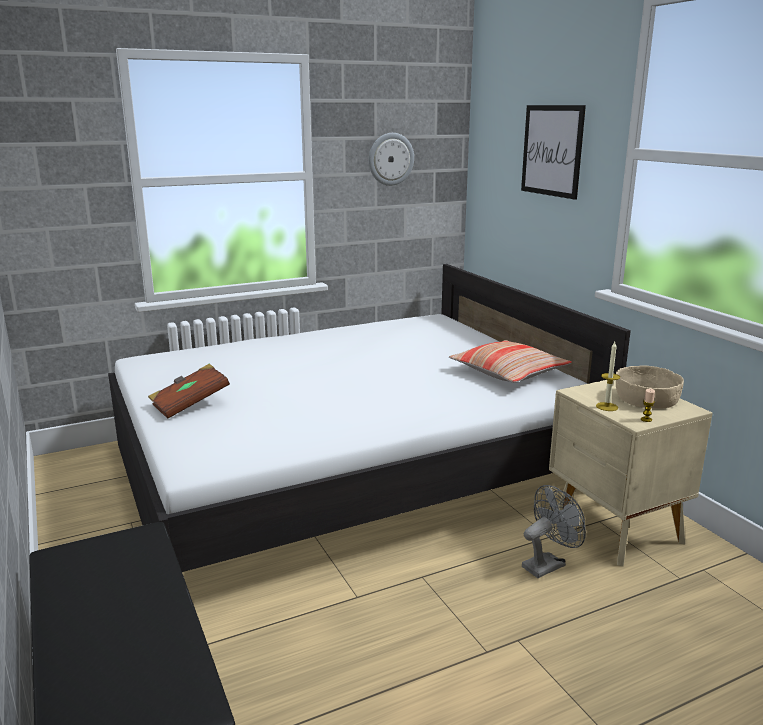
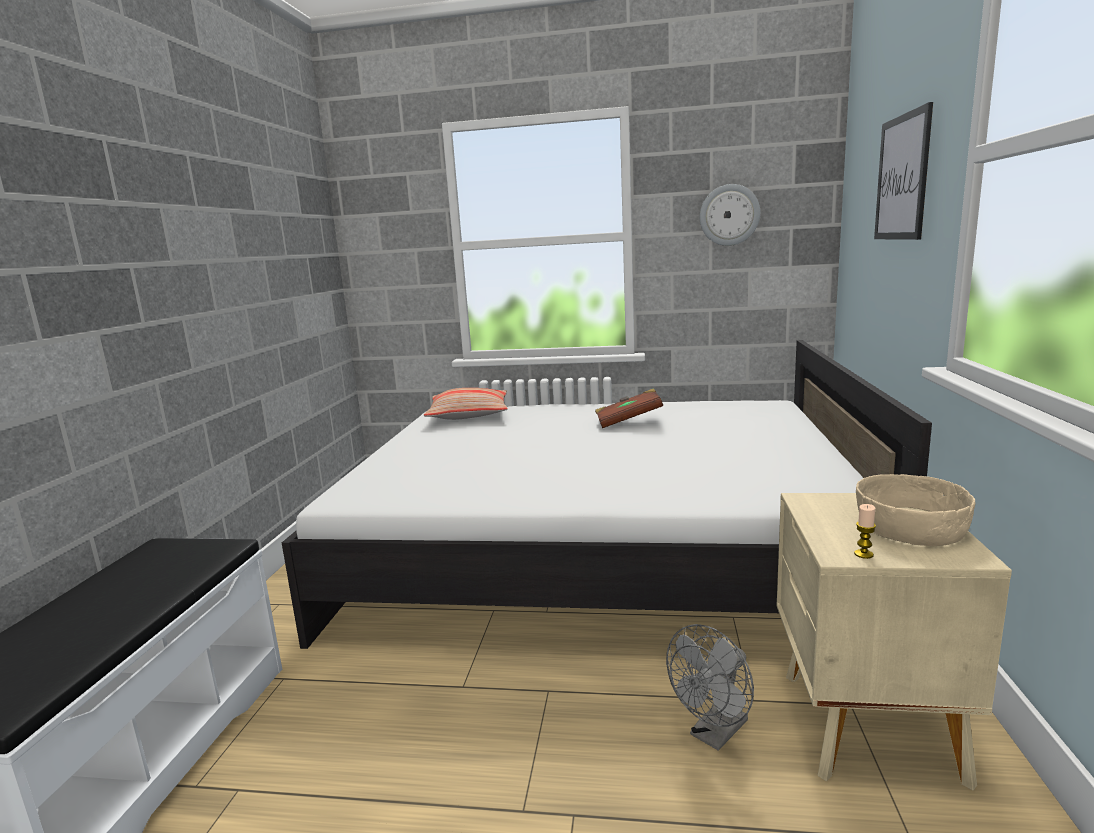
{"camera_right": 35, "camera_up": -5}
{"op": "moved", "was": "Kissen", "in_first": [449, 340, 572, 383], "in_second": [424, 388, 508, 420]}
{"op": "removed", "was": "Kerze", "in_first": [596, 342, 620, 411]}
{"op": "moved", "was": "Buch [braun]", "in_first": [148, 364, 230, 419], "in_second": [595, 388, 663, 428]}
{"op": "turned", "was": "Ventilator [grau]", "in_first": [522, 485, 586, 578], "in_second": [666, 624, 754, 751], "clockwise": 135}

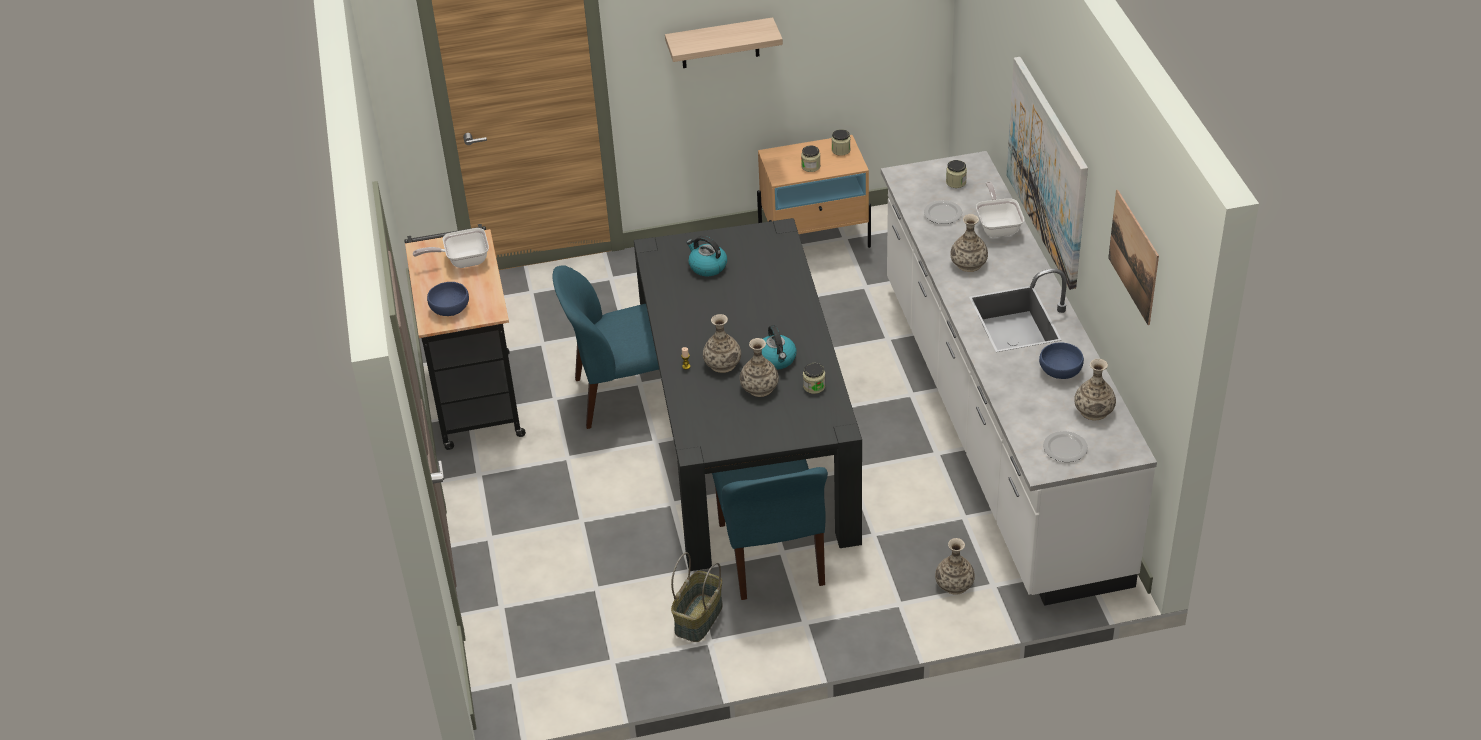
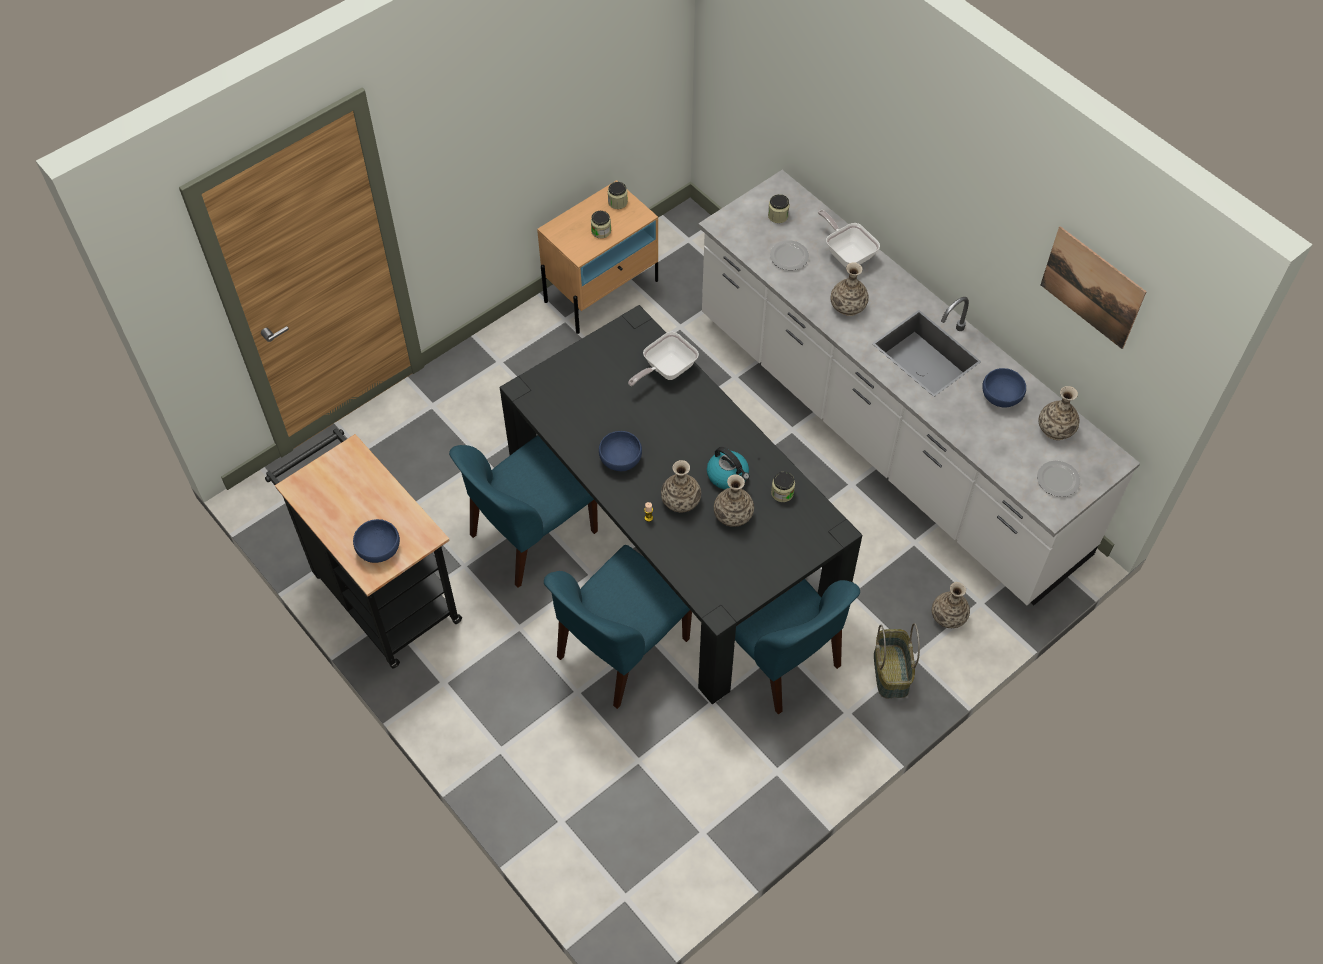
{"camera_right": -30, "camera_up": 15}
{"op": "removed", "was": "Wandregal", "in_first": [665, 17, 783, 68]}
{"op": "removed", "was": "Bild", "in_first": [1006, 57, 1088, 290]}
{"op": "moved", "was": "Pfanne", "in_first": [413, 228, 489, 268], "in_second": [628, 332, 699, 386]}
{"op": "removed", "was": "Wasserkessel", "in_first": [686, 236, 727, 276]}
{"op": "moved", "was": "Korb", "in_first": [671, 552, 723, 642], "in_second": [874, 623, 920, 698]}
{"op": "added", "now": "Schüssel [blau]", "in_second": [599, 431, 642, 471]}
{"op": "added", "now": "Stuhl [blau]", "in_second": [544, 545, 692, 709]}

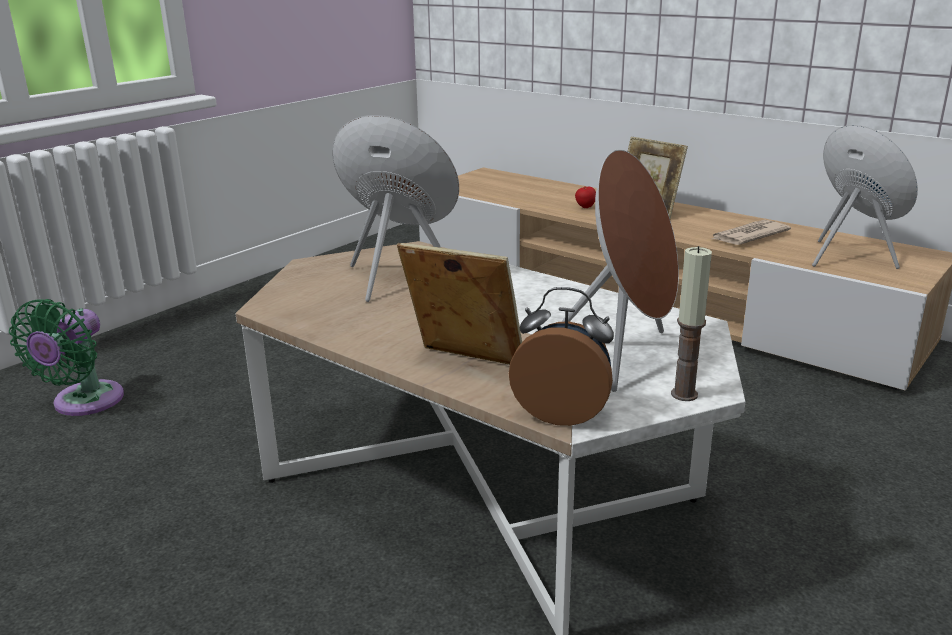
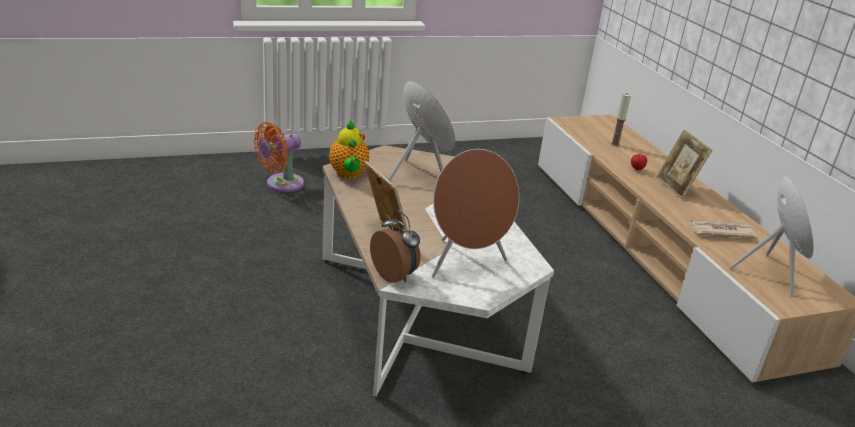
{"camera_right": 30, "camera_up": 5}
{"op": "moved", "was": "Kerze", "in_first": [671, 246, 712, 401], "in_second": [611, 93, 631, 146]}
{"op": "recoloured", "was": "Ventilator [grün]", "now": "Ventilator [orange]", "in_first": [9, 299, 124, 416], "in_second": [254, 122, 304, 192]}
{"op": "added", "now": "Teekanne", "in_second": [329, 121, 369, 179]}

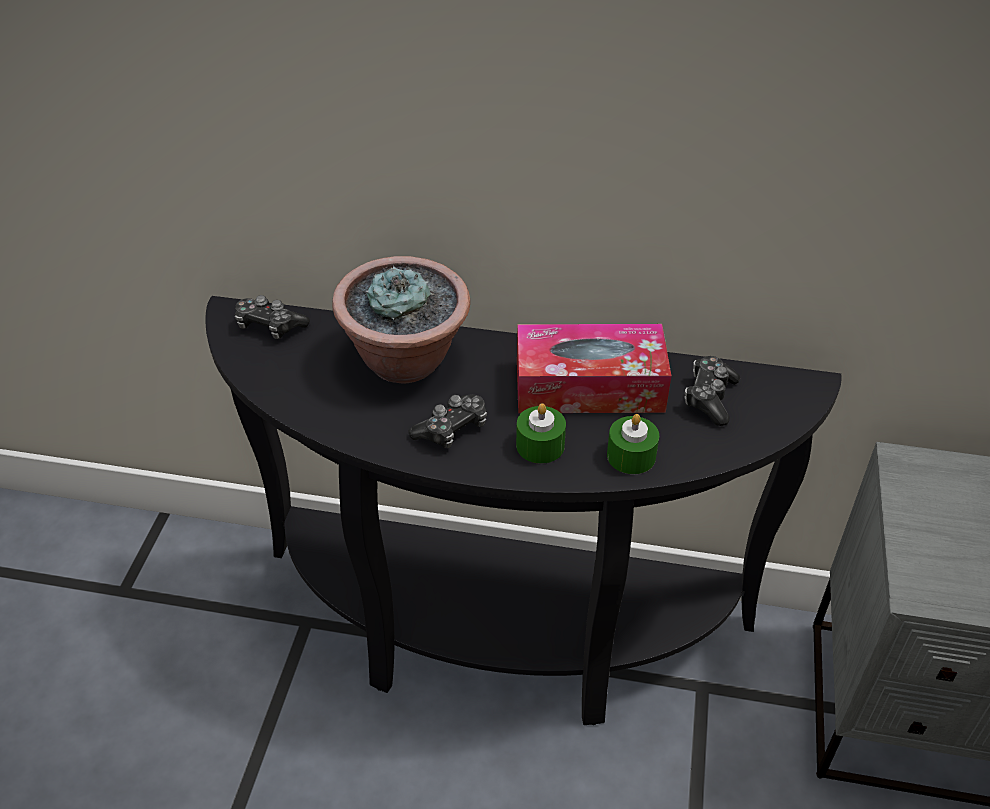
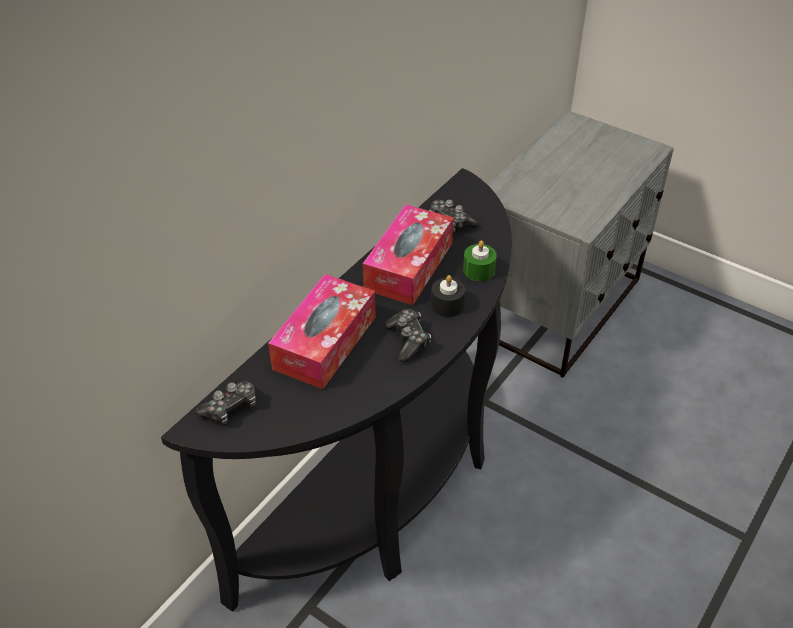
{"camera_right": -65, "camera_up": 0}
{"op": "replaced", "was": "Topfpflanze", "now": "Taschentuchbox", "in_first": [332, 256, 470, 383], "in_second": [268, 274, 376, 389]}
{"op": "recoloured", "was": "Kerze [grün]", "now": "Kerze [schwarz]", "in_first": [516, 403, 566, 464], "in_second": [431, 275, 465, 317]}

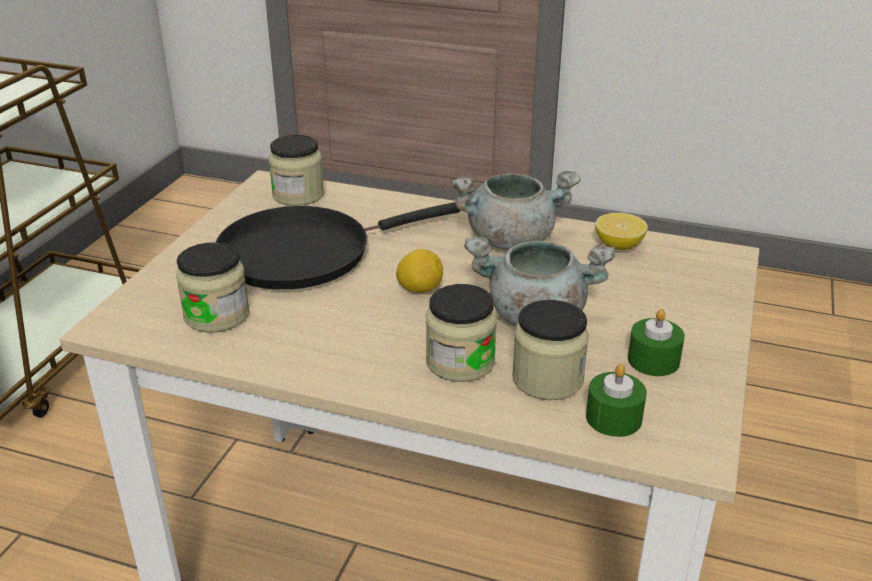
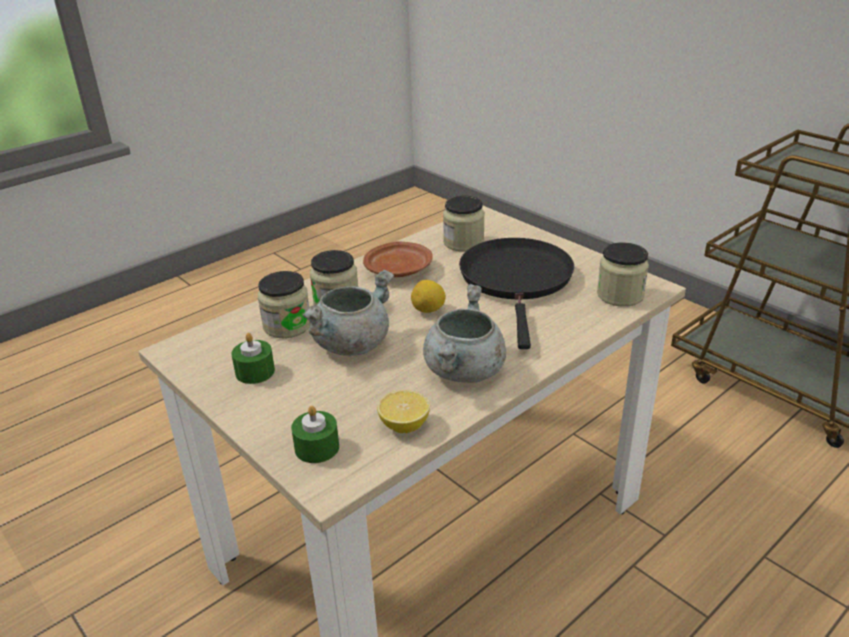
{"camera_right": 120, "camera_up": 0}
{"op": "moved", "was": "Kerze [grün]", "in_first": [586, 364, 647, 437], "in_second": [291, 406, 339, 463]}
{"op": "added", "now": "Teller [braun]", "in_second": [363, 242, 433, 277]}

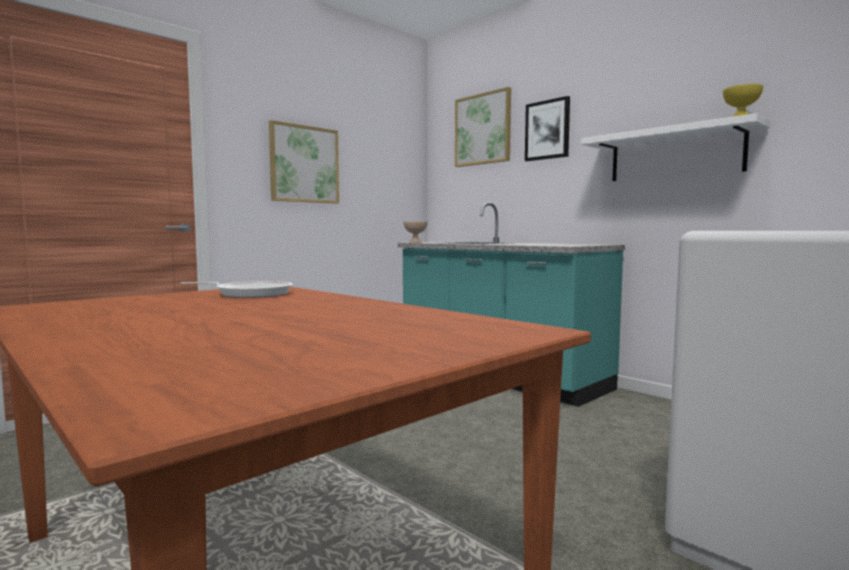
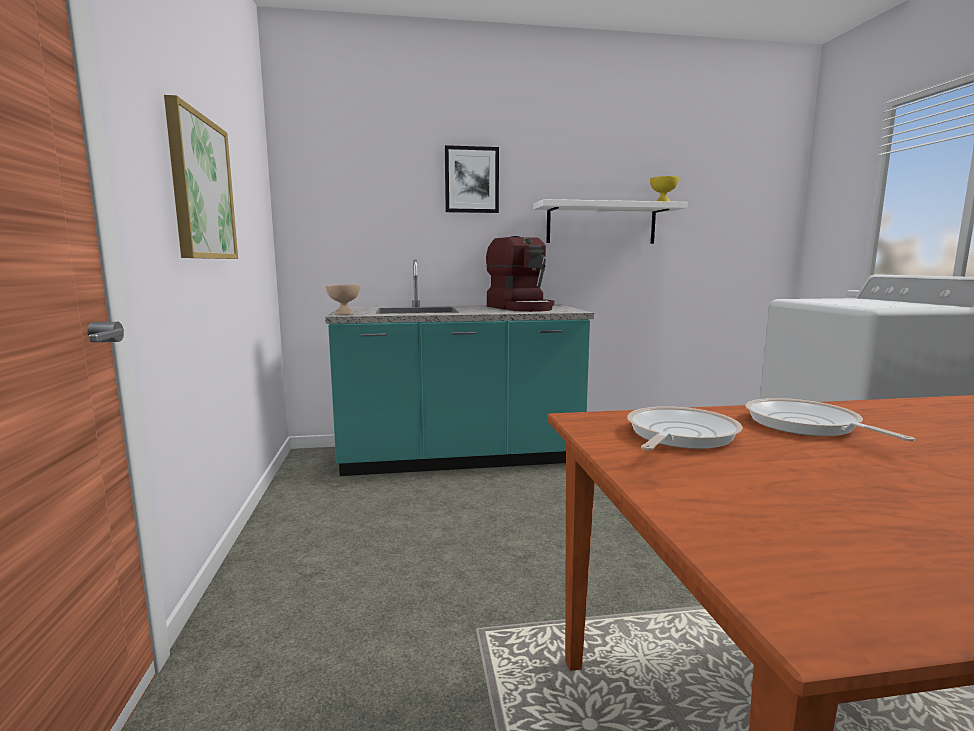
{"camera_right": -55, "camera_up": 5}
{"op": "removed", "was": "Bild", "in_first": [455, 87, 511, 167]}
{"op": "added", "now": "Kaffeemaschine", "in_second": [486, 236, 554, 312]}
{"op": "added", "now": "Pfanne", "in_second": [746, 398, 915, 441]}

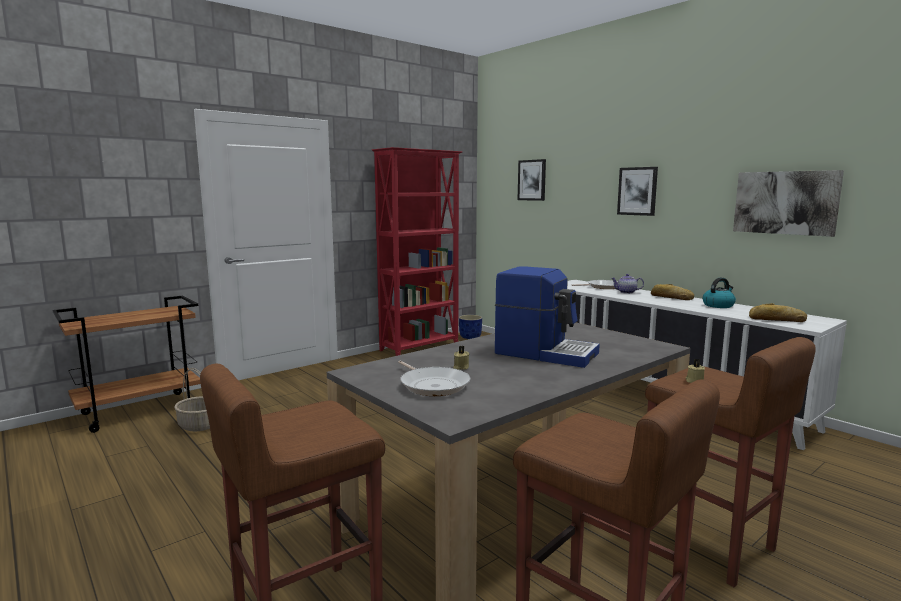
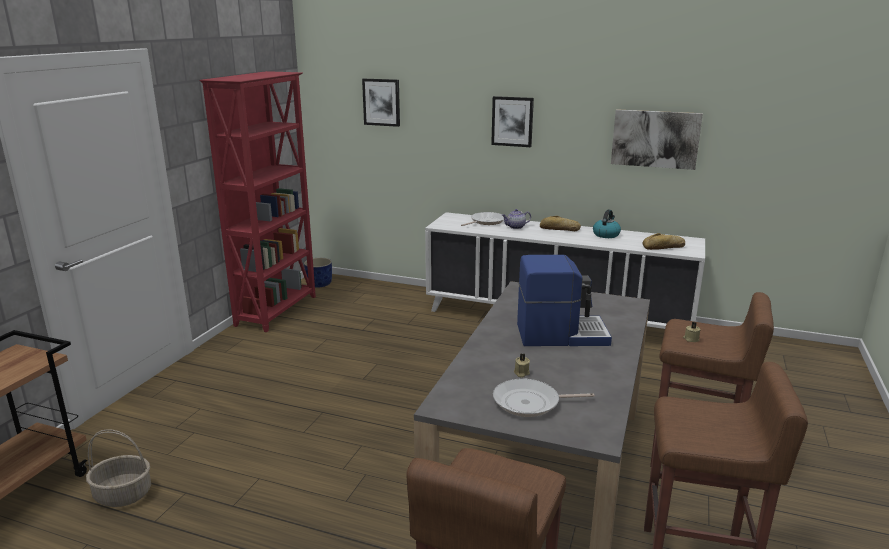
{"camera_right": -30, "camera_up": 10}
{"op": "turned", "was": "Pfanne", "in_first": [398, 361, 470, 396], "in_second": [493, 379, 595, 417], "clockwise": 150}

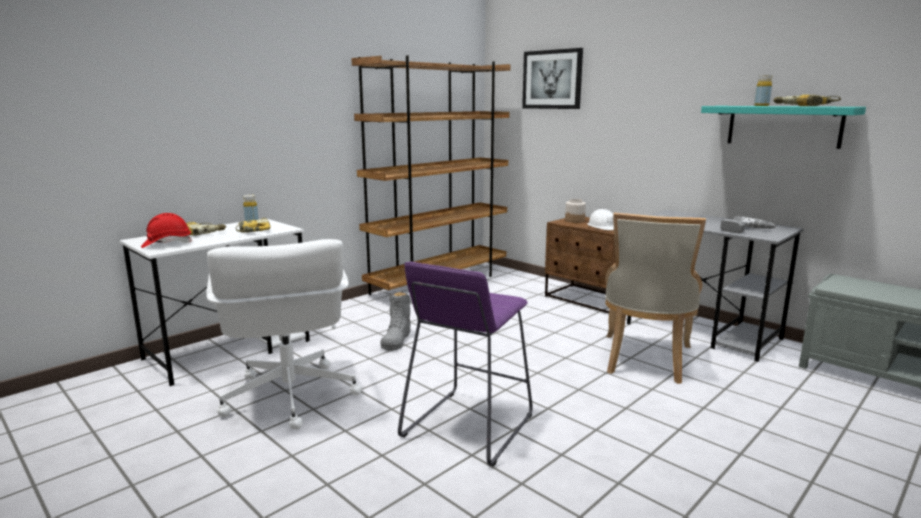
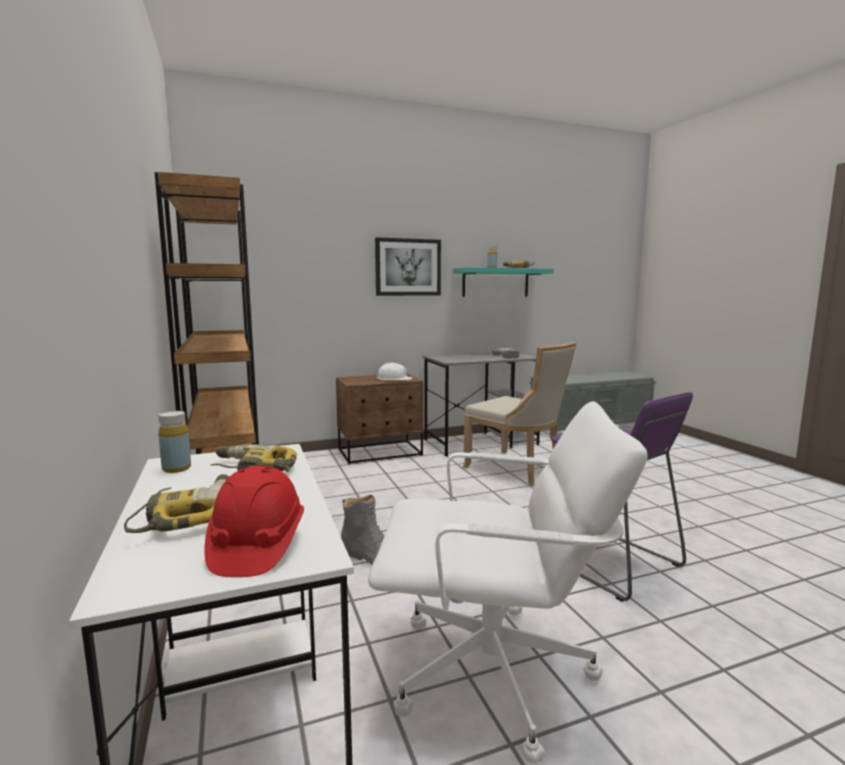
{"camera_right": -65, "camera_up": -5}
{"op": "moved", "was": "Bild", "in_first": [522, 48, 583, 109], "in_second": [375, 237, 441, 296]}
{"op": "removed", "was": "Vorratsglas", "in_first": [565, 199, 586, 223]}

